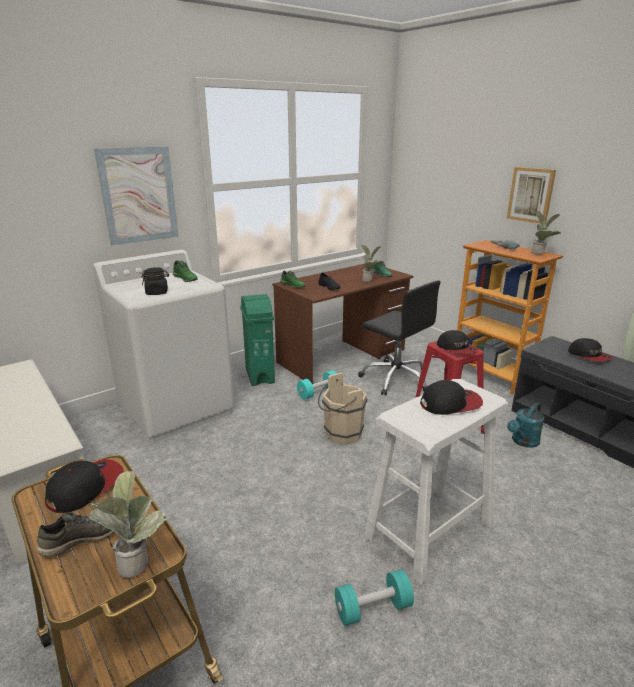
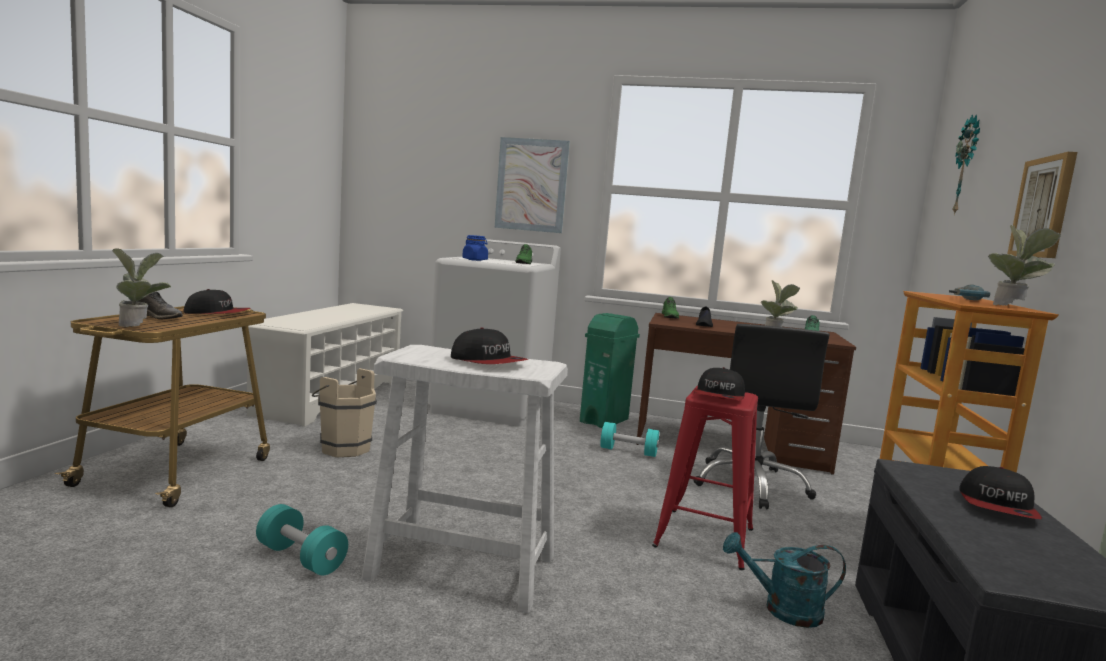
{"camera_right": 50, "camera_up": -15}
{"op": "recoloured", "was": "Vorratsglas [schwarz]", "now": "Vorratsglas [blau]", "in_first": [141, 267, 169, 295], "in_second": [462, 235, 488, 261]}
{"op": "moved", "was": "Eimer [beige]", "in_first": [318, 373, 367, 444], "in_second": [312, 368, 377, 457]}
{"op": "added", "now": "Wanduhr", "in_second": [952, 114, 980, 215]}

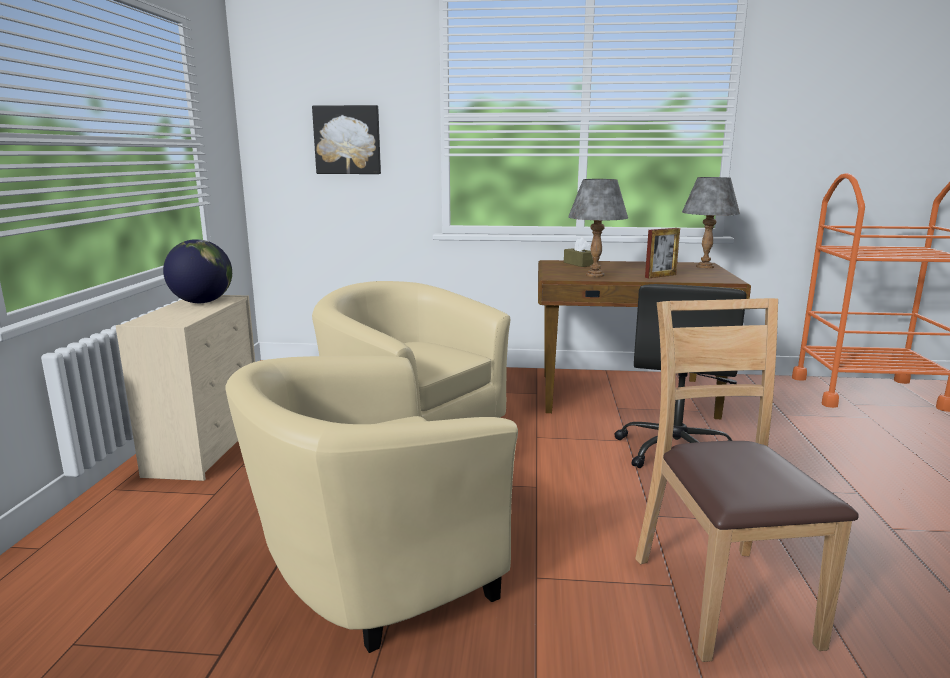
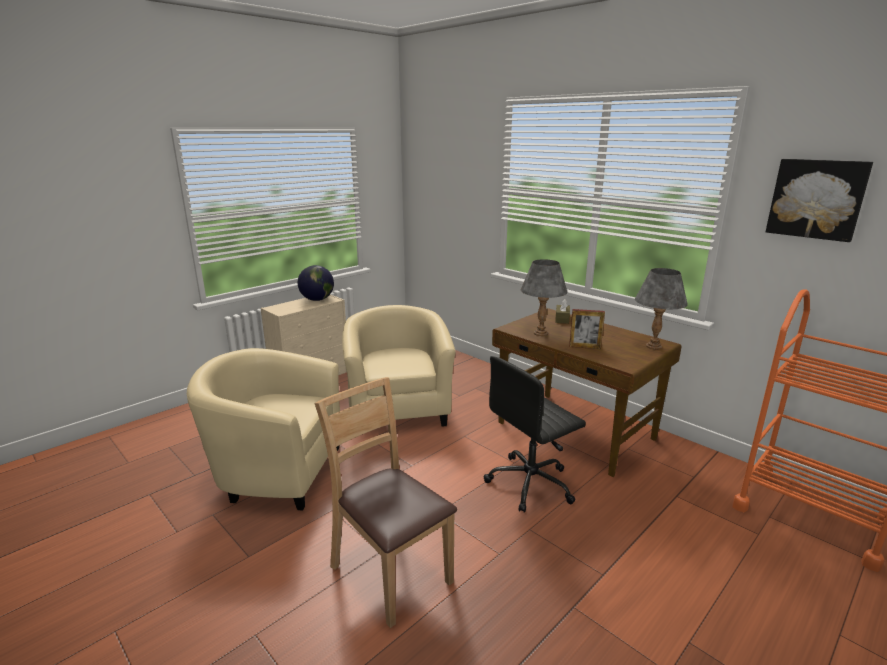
{"camera_right": 40, "camera_up": 5}
{"op": "moved", "was": "Bild", "in_first": [312, 105, 381, 174], "in_second": [766, 159, 873, 242]}
{"op": "turned", "was": "Stuhl [braun]", "in_first": [635, 298, 859, 662], "in_second": [314, 377, 457, 628], "clockwise": -75}

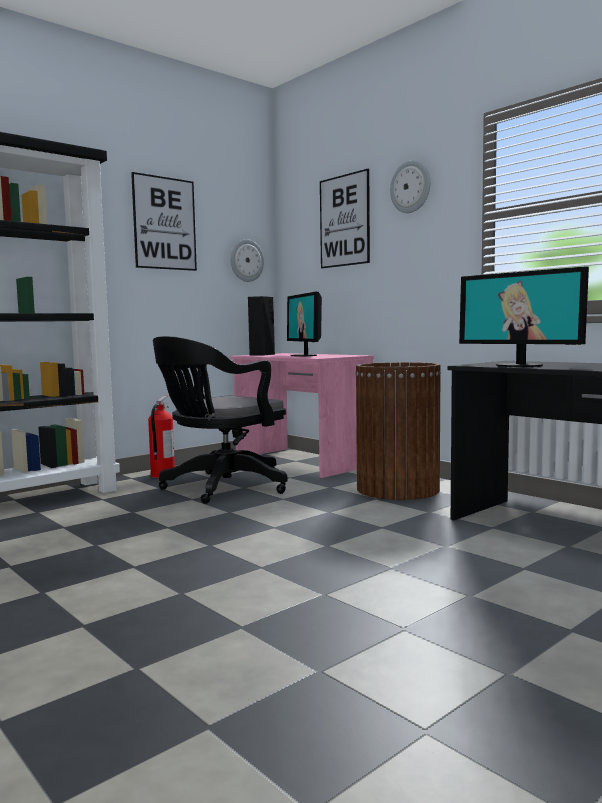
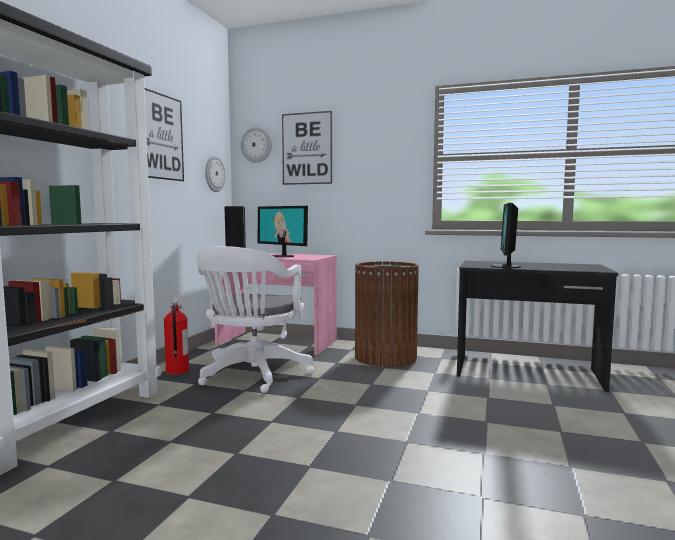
{"camera_right": -30, "camera_up": 0}
{"op": "moved", "was": "Wanduhr", "in_first": [390, 160, 430, 213], "in_second": [241, 127, 272, 163]}
{"op": "turned", "was": "Monitor", "in_first": [459, 266, 589, 367], "in_second": [491, 203, 521, 268], "clockwise": 90}
{"op": "recoloured", "was": "Bürostuhl [schwarz]", "now": "Bürostuhl [weiß]", "in_first": [153, 336, 288, 504], "in_second": [197, 246, 314, 393]}

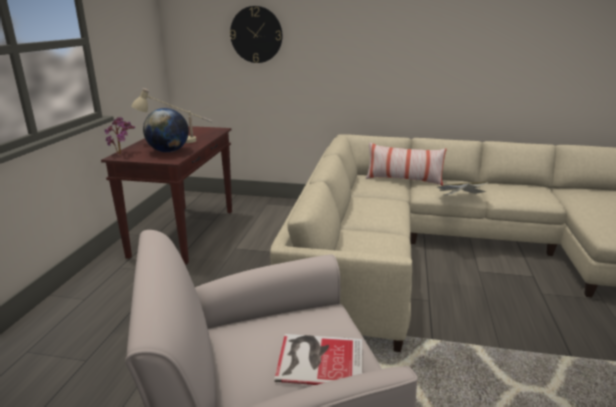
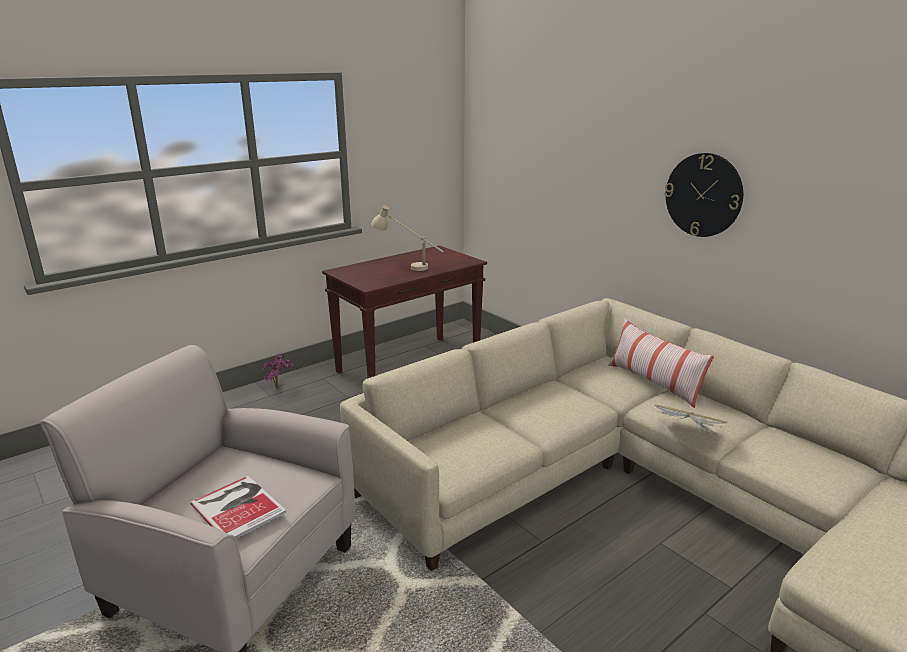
{"camera_right": 40, "camera_up": 0}
{"op": "moved", "was": "Wanduhr", "in_first": [230, 6, 282, 63], "in_second": [665, 153, 743, 237]}
{"op": "removed", "was": "Globus", "in_first": [143, 108, 189, 152]}
{"op": "moved", "was": "Topfpflanze", "in_first": [105, 117, 135, 154], "in_second": [262, 354, 294, 388]}

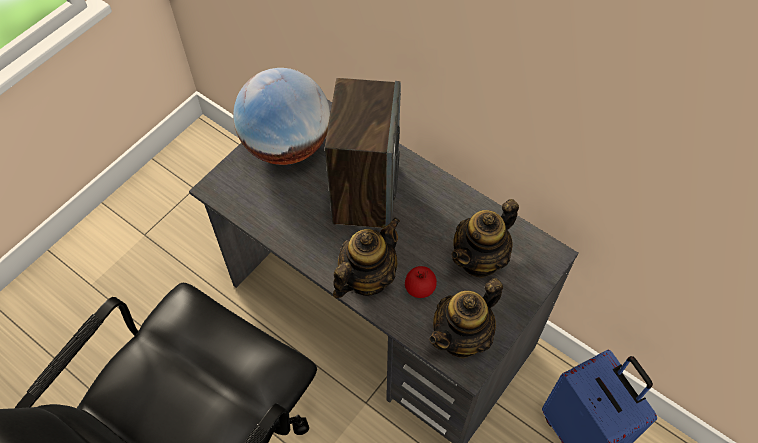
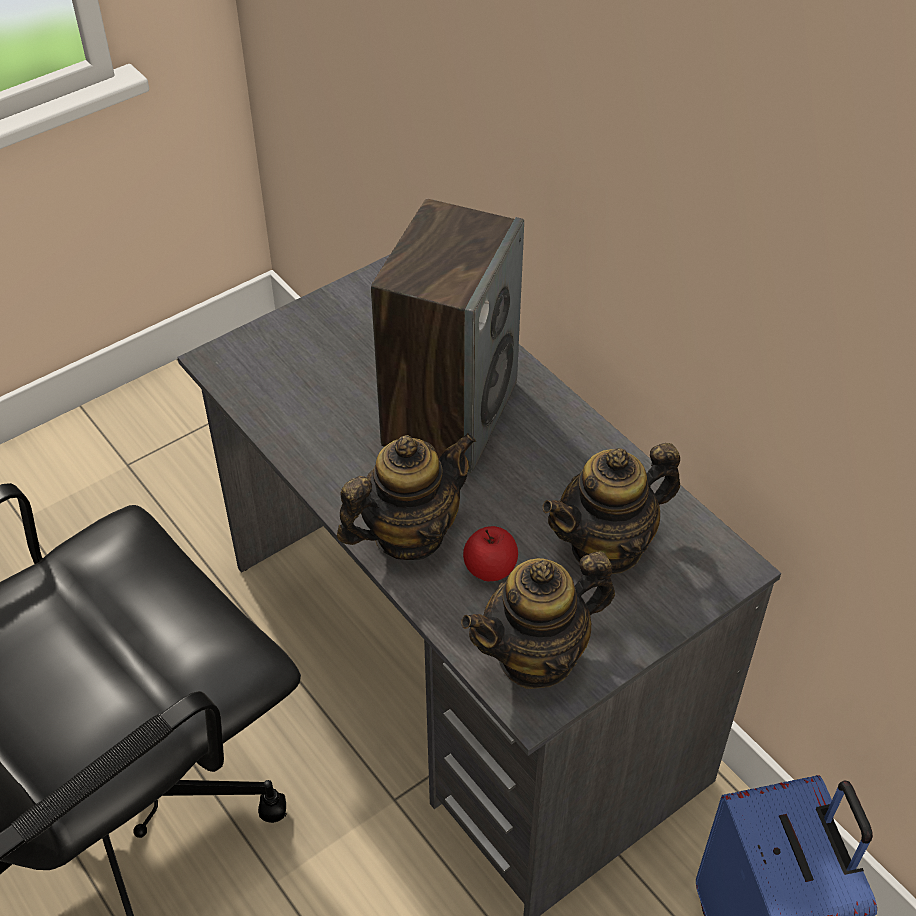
{"camera_right": 15, "camera_up": -10}
{"op": "removed", "was": "Globus", "in_first": [233, 68, 330, 165]}

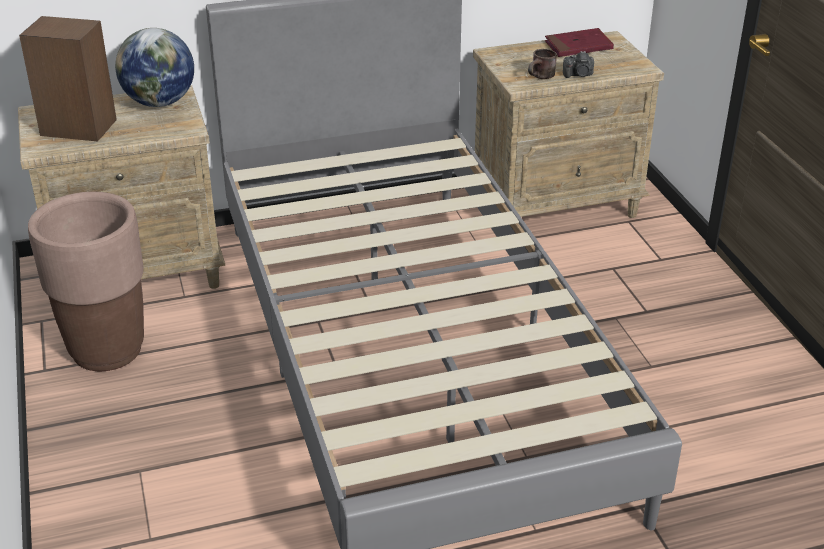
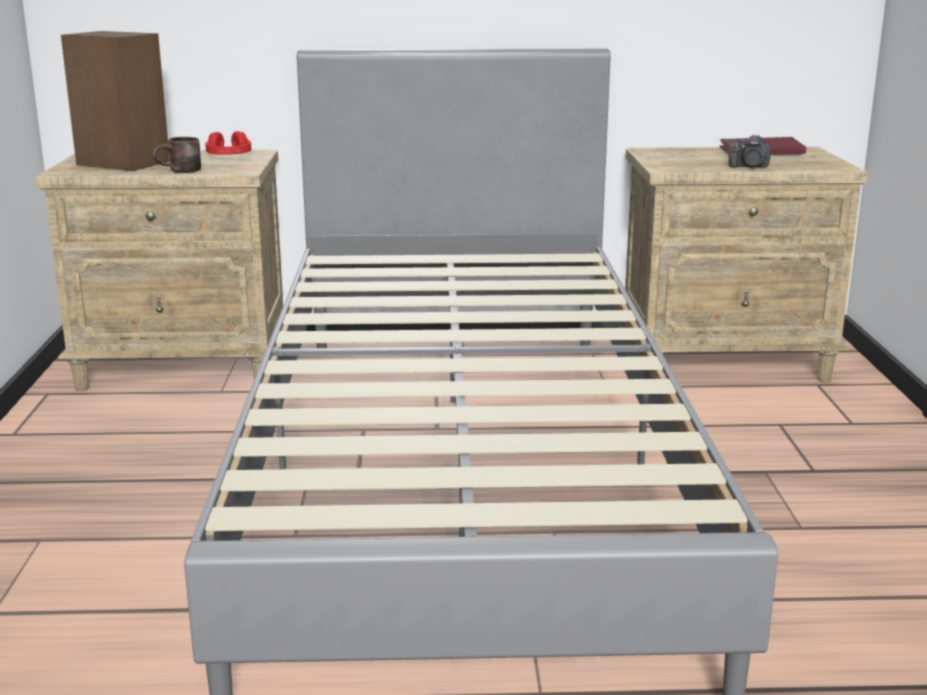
{"camera_right": 15, "camera_up": -15}
{"op": "replaced", "was": "Globus", "now": "Kopfhörer [rot]", "in_first": [115, 28, 194, 107], "in_second": [205, 131, 252, 155]}
{"op": "moved", "was": "Henkelbecher [braun]", "in_first": [528, 49, 557, 79], "in_second": [153, 137, 201, 173]}
{"op": "removed", "was": "Pflanzkübel [braun]", "in_first": [28, 192, 144, 371]}

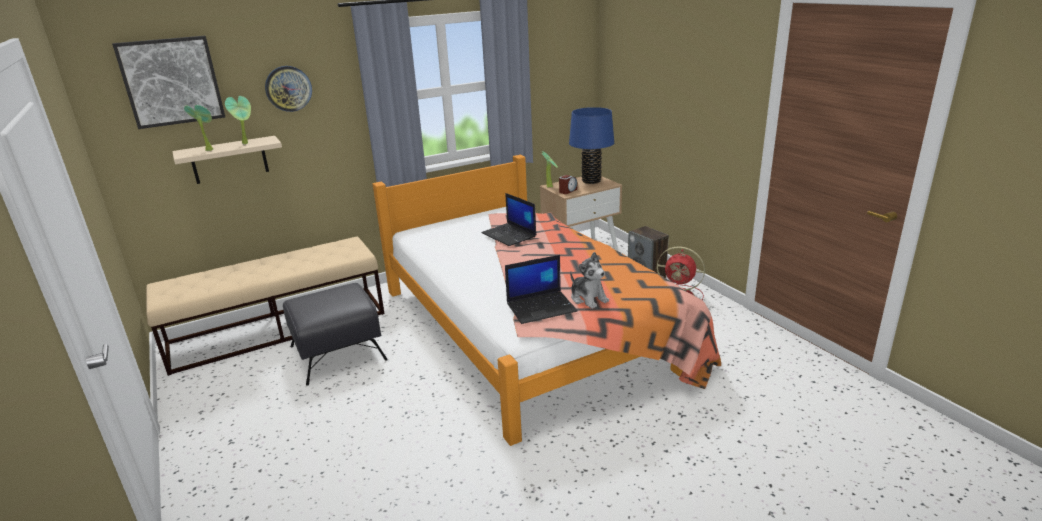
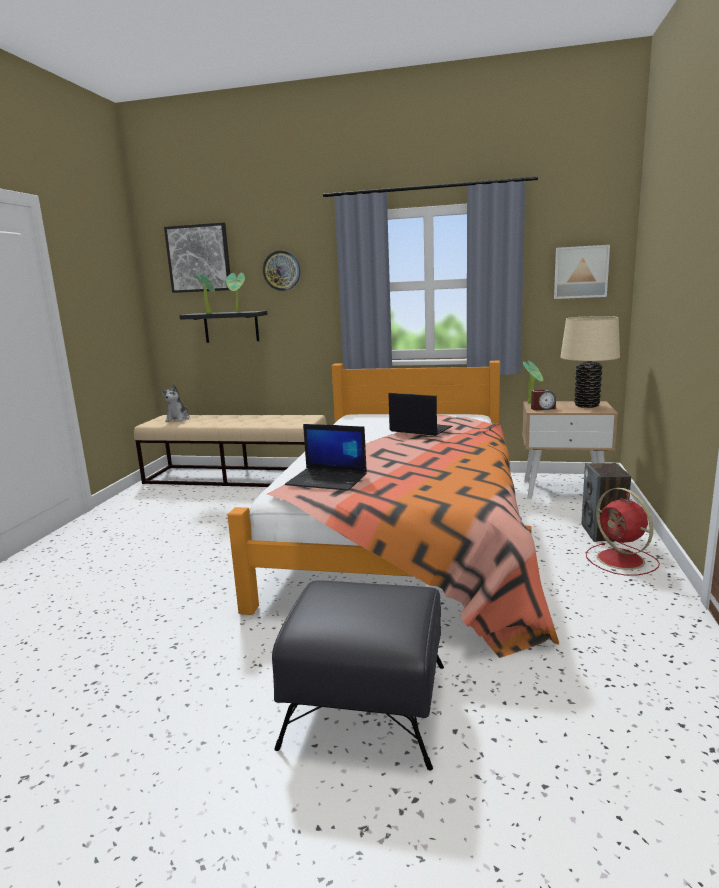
{"camera_right": 40, "camera_up": -10}
{"op": "recoloured", "was": "Tischlampe [blau]", "now": "Tischlampe [beige]", "in_first": [569, 107, 614, 184], "in_second": [560, 316, 620, 408]}
{"op": "recoloured", "was": "Wandregal [beige]", "now": "Wandregal [schwarz]", "in_first": [172, 136, 282, 184], "in_second": [179, 311, 268, 343]}
{"op": "turned", "was": "Laptop", "in_first": [481, 193, 536, 246], "in_second": [389, 393, 452, 436], "clockwise": 120}
{"op": "moved", "was": "Plüschtier", "in_first": [570, 252, 609, 309], "in_second": [161, 384, 190, 422]}
{"op": "moved", "was": "Polsterhocker [schwarz]", "in_first": [283, 283, 388, 386], "in_second": [272, 580, 444, 770]}
{"op": "added", "now": "Bild", "in_second": [554, 245, 610, 299]}

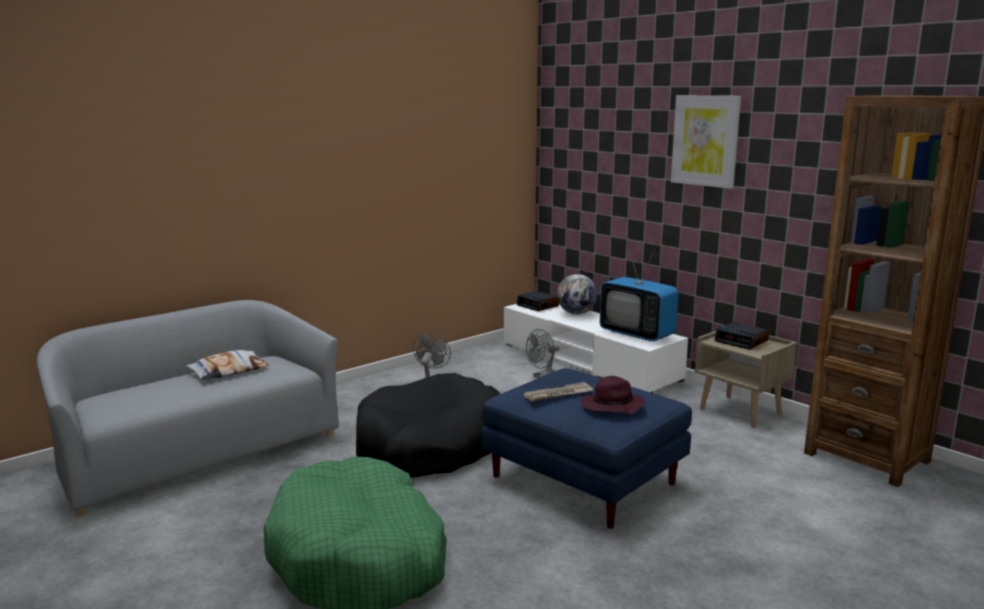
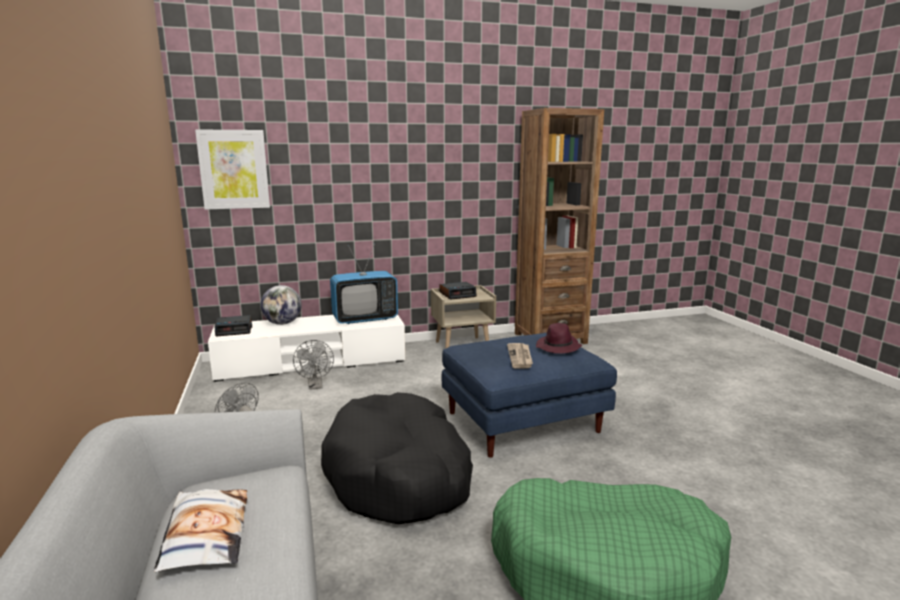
{"camera_right": -65, "camera_up": 0}
{"op": "moved", "was": "Bild", "in_first": [671, 95, 741, 189], "in_second": [195, 130, 270, 210]}

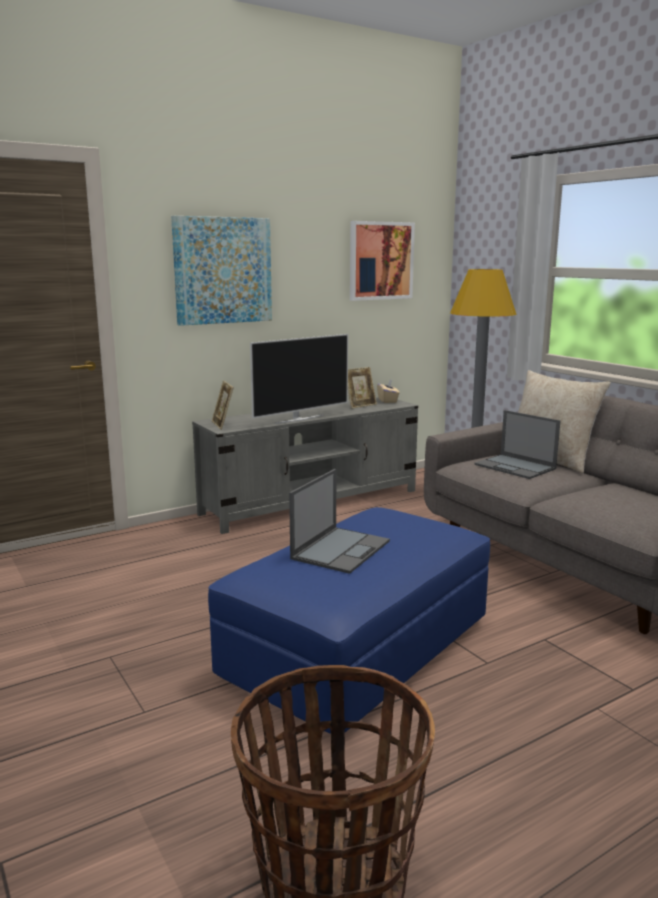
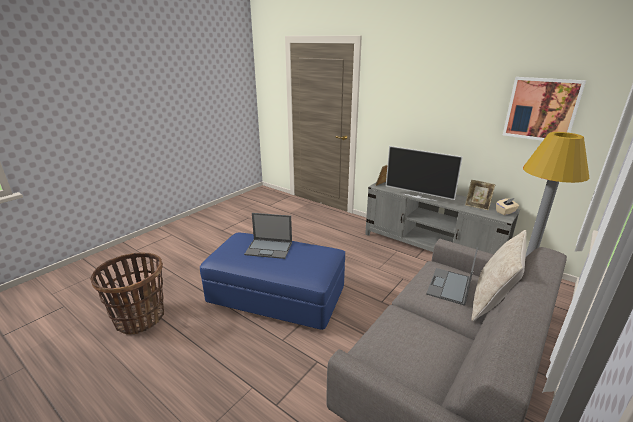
{"camera_right": 70, "camera_up": 10}
{"op": "removed", "was": "Bild", "in_first": [171, 216, 272, 326]}

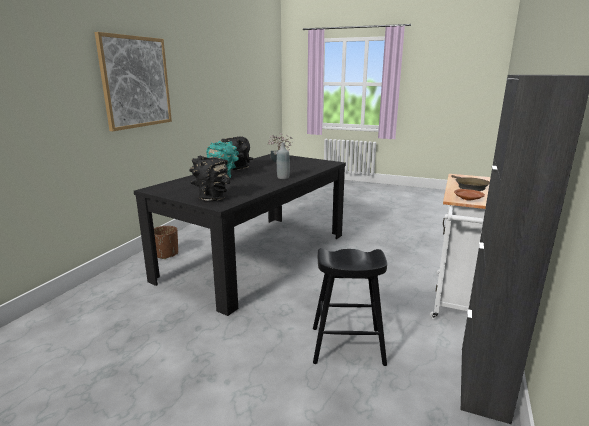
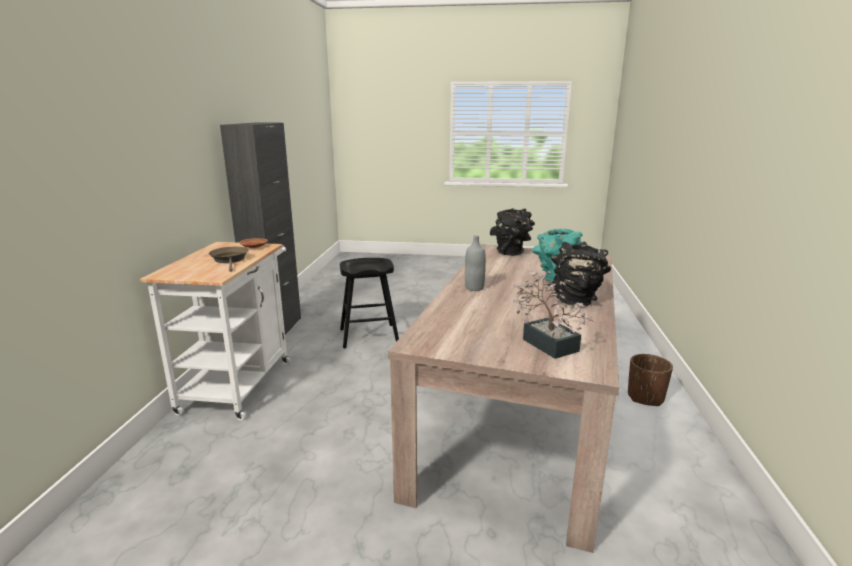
{"camera_right": 165, "camera_up": 0}
{"op": "removed", "was": "Bild", "in_first": [95, 32, 172, 131]}
{"op": "recoloured", "was": "Esstisch [schwarz]", "now": "Esstisch [beige]", "in_first": [134, 154, 346, 316], "in_second": [388, 245, 619, 553]}

